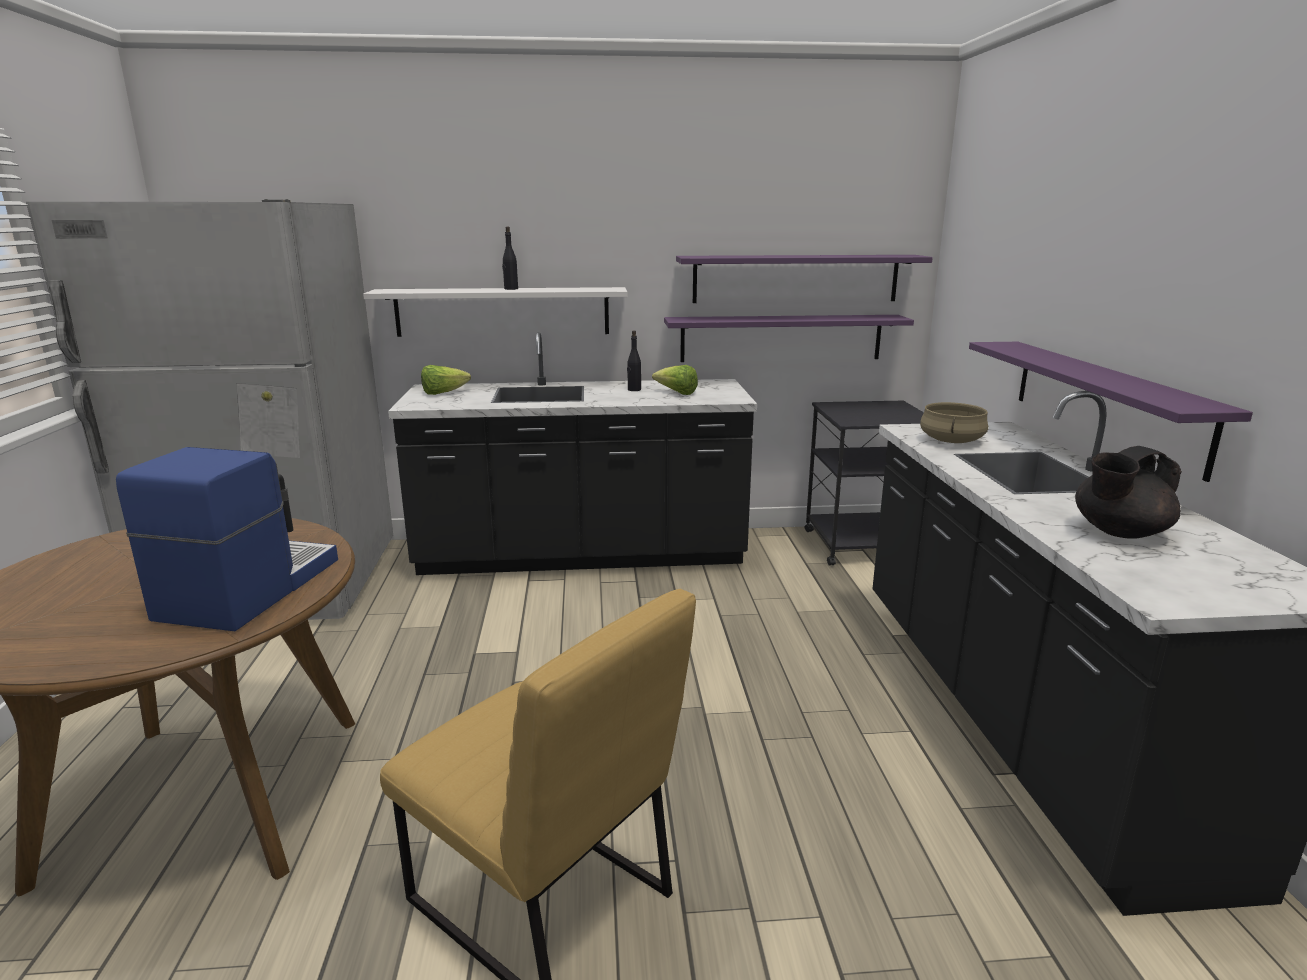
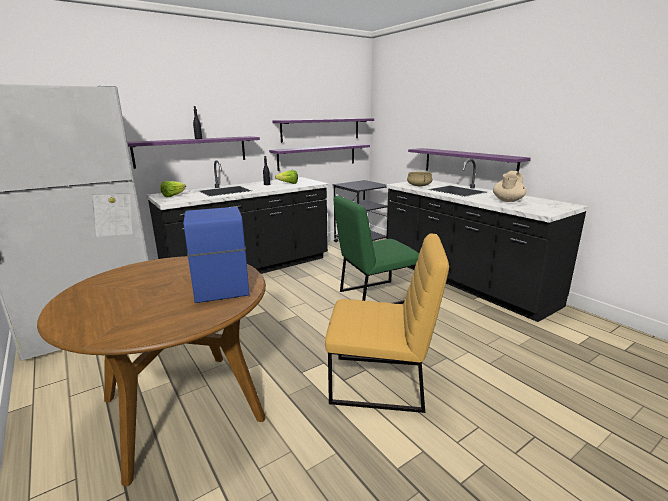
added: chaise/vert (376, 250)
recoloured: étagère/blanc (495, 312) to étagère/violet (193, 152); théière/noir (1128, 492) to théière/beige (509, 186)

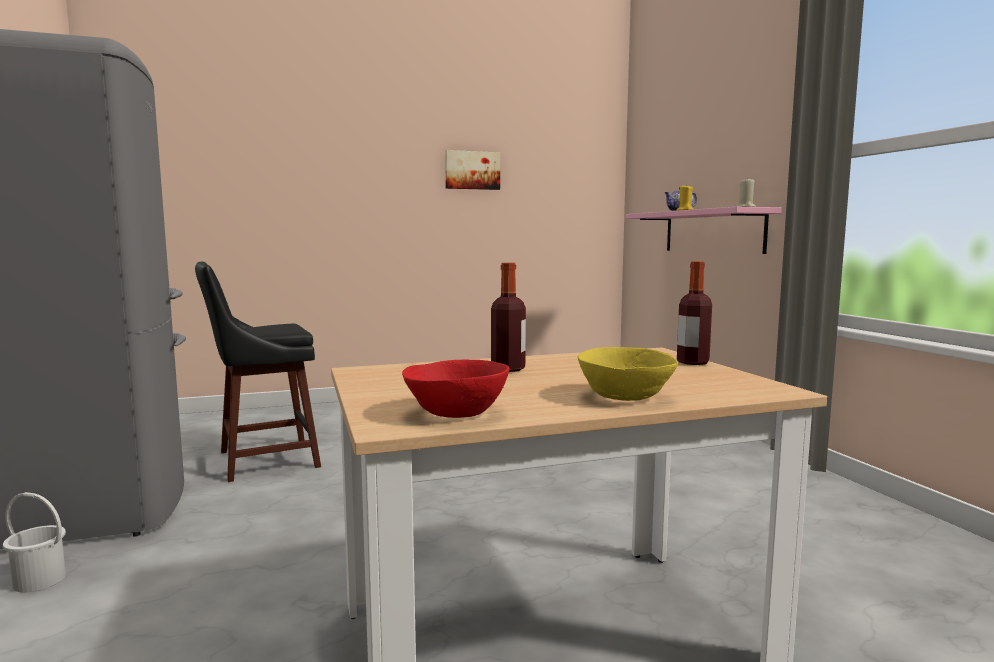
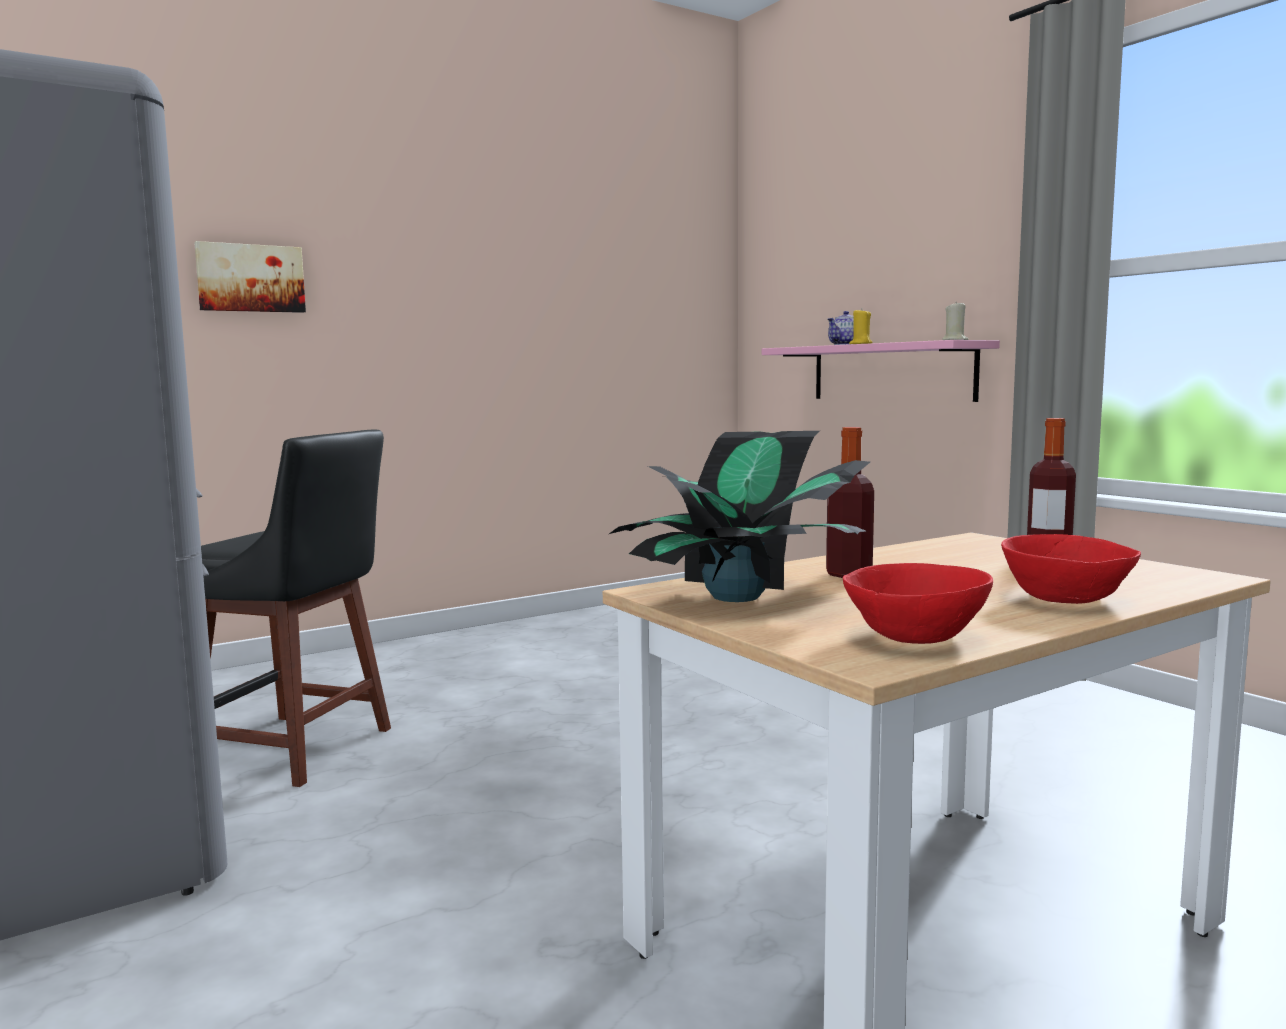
removed: seau/blanc (34, 542)
added: plante en pot (739, 516)
moved: tableau (472, 170) to (250, 277)
recoloured: bol/jaune (628, 374) to bol/rouge (1071, 569)
turned: chaise/noir (258, 372) = (296, 608) 120 degrees counterclockwise

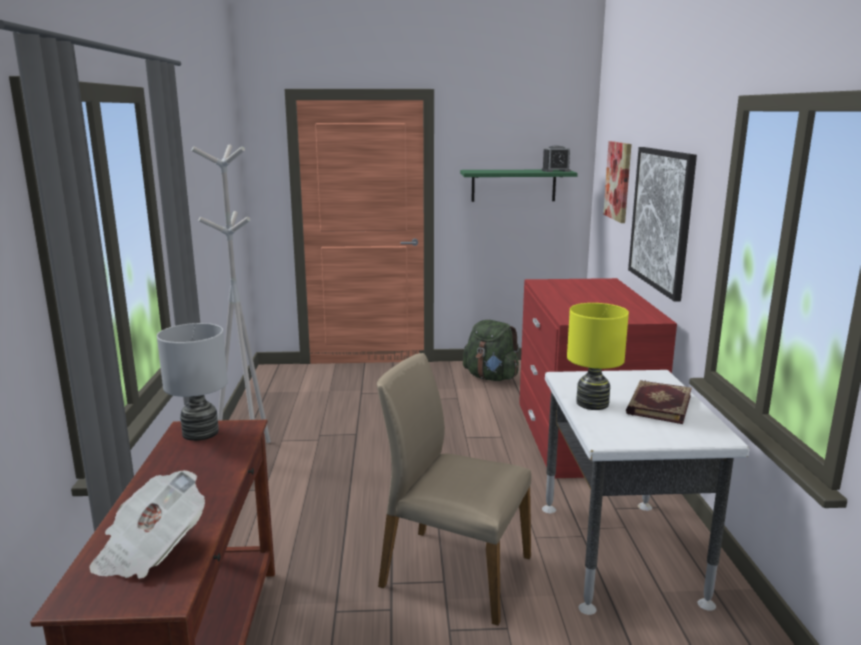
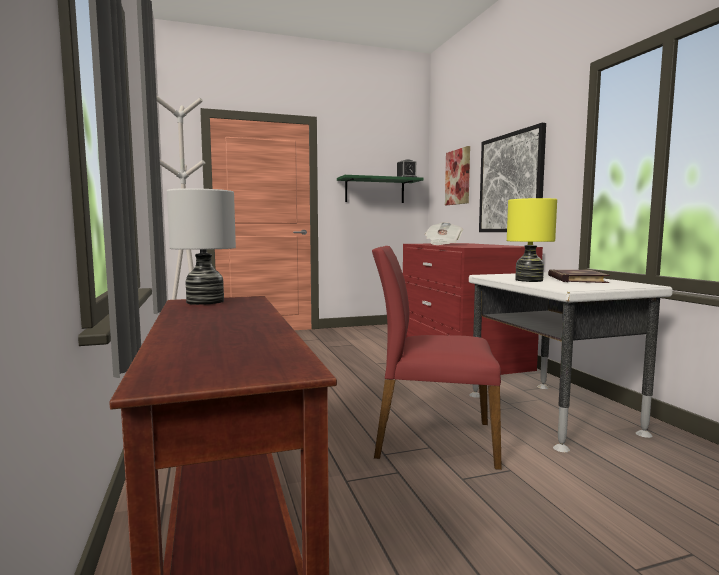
removed: sac à dos/vert (491, 350)
moved: journal (147, 524) to (444, 233)
recoloured: chaise/beige (454, 489) to chaise/rouge (437, 358)

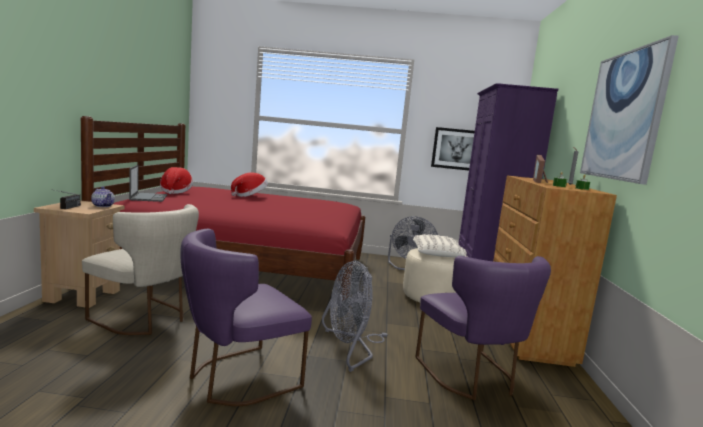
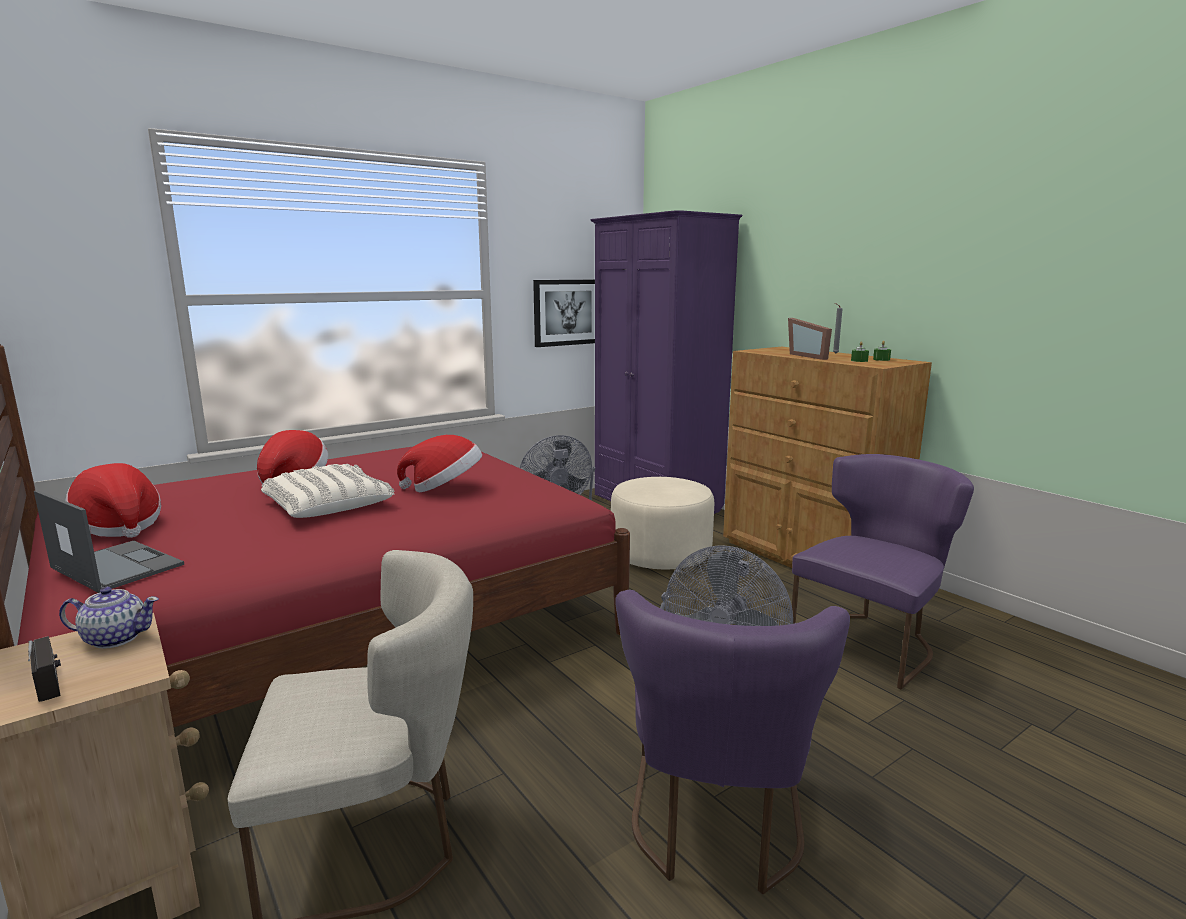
removed: tableau (629, 110)
added: chapeau (439, 463)
moved: coussin/beige (440, 245) to (328, 491)
turned: chaise/violet (483, 328) = (883, 571) 75 degrees counterclockwise

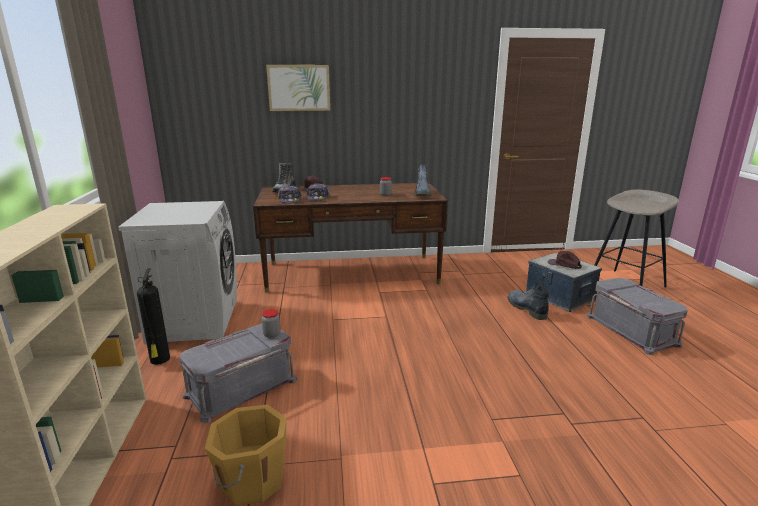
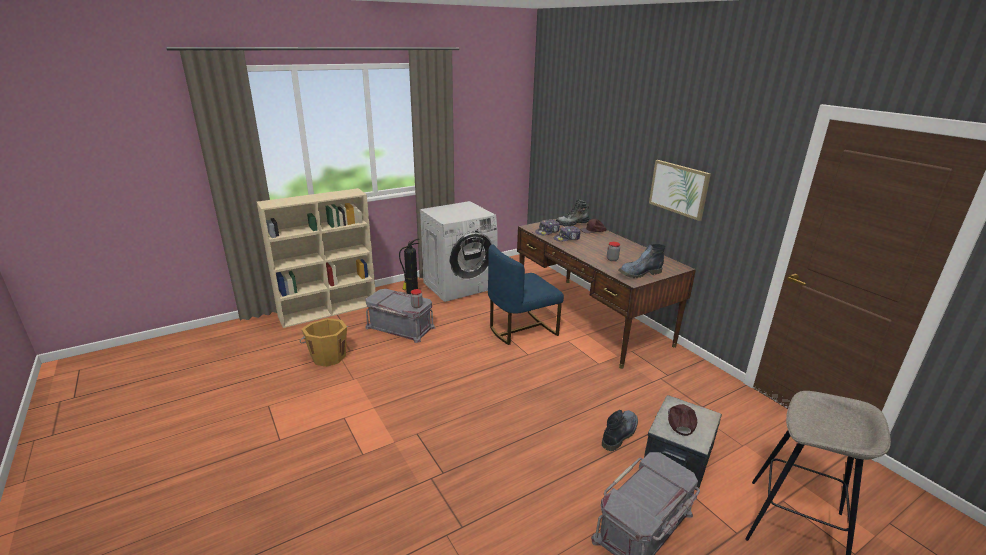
added: chaise/bleu (526, 295)
moved: tableau (298, 88) to (680, 190)

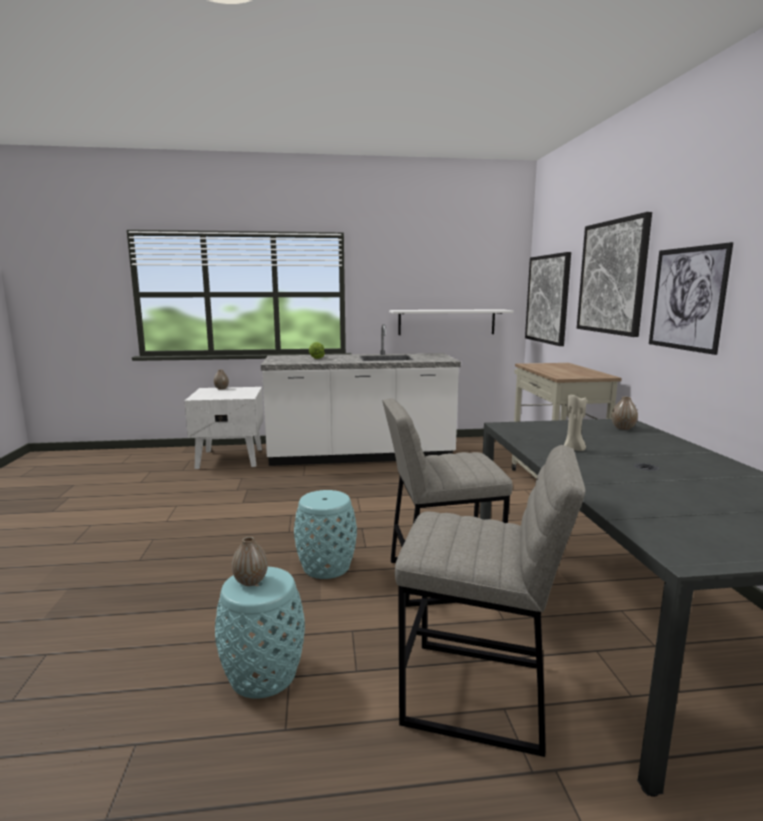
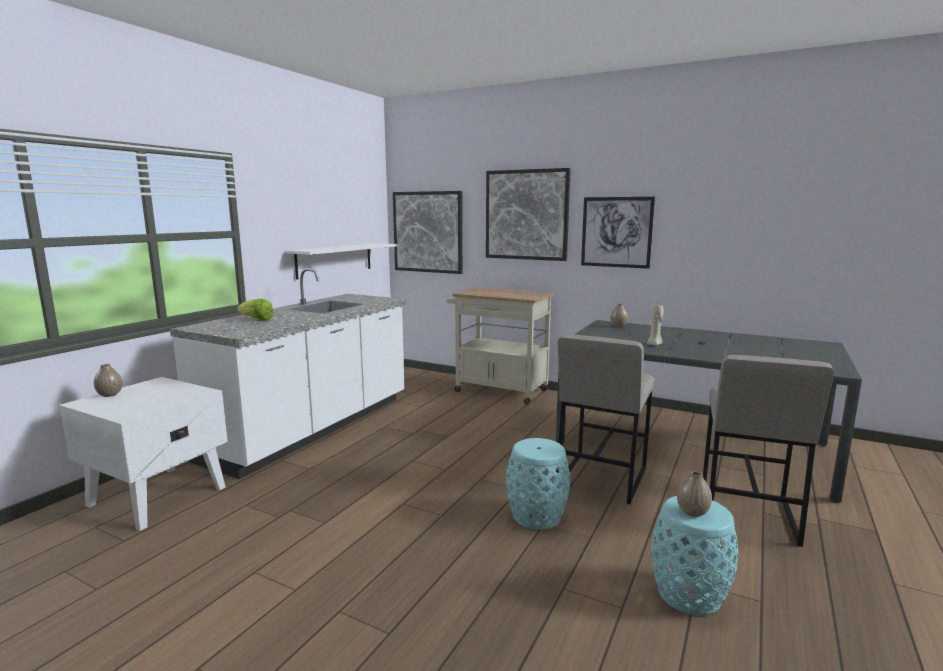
turned: chaise/gris (490, 601) = (768, 451) 150 degrees clockwise

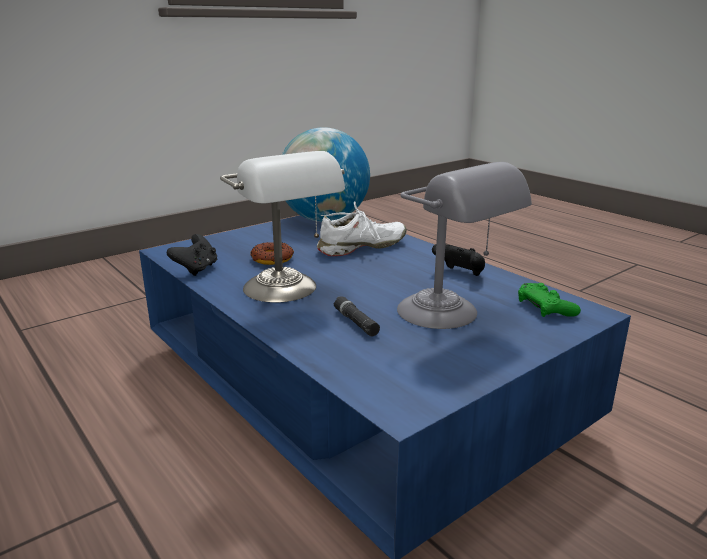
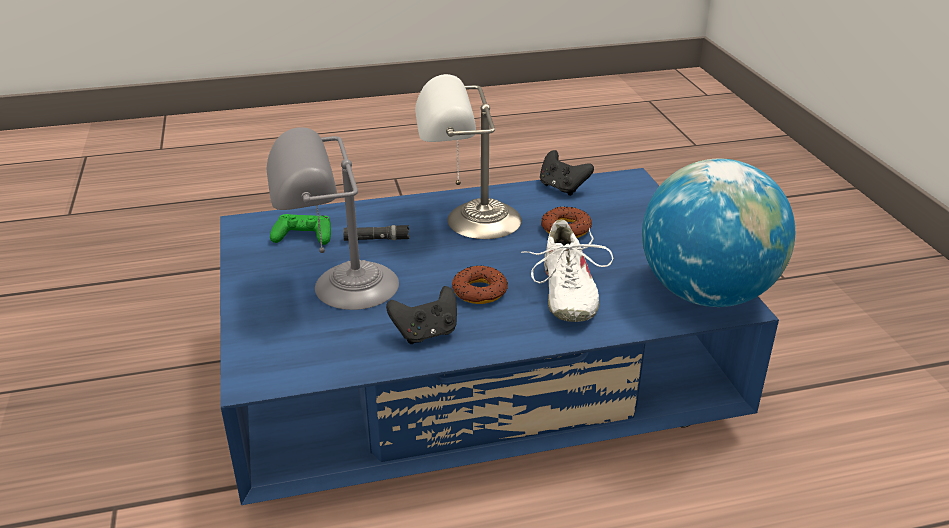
added: beignet (480, 285)
moved: manette/vert (549, 300) to (300, 229)

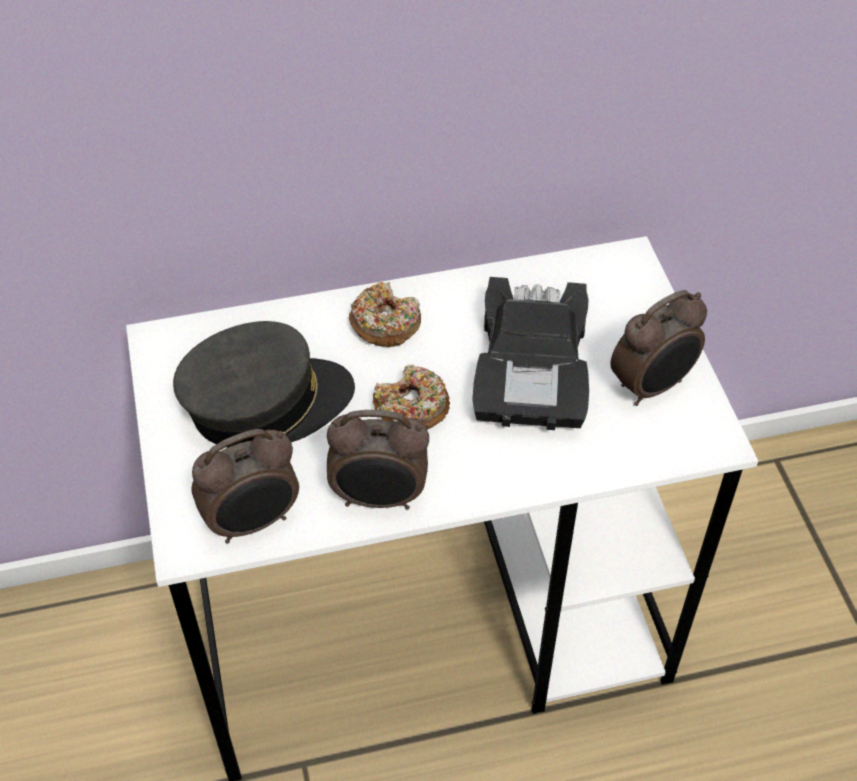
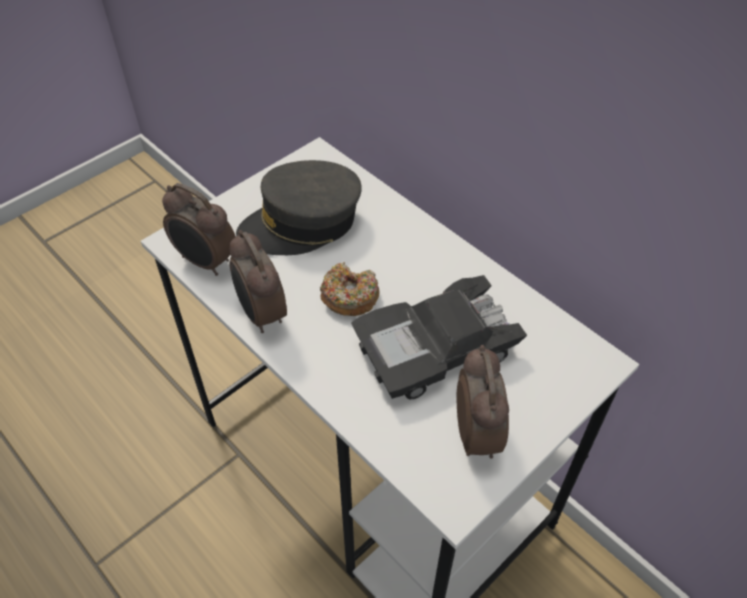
removed: beignet (385, 314)
turned: réveil (659, 348) = (483, 402) 120 degrees counterclockwise; casquette/gris (264, 384) = (299, 207) 120 degrees clockwise

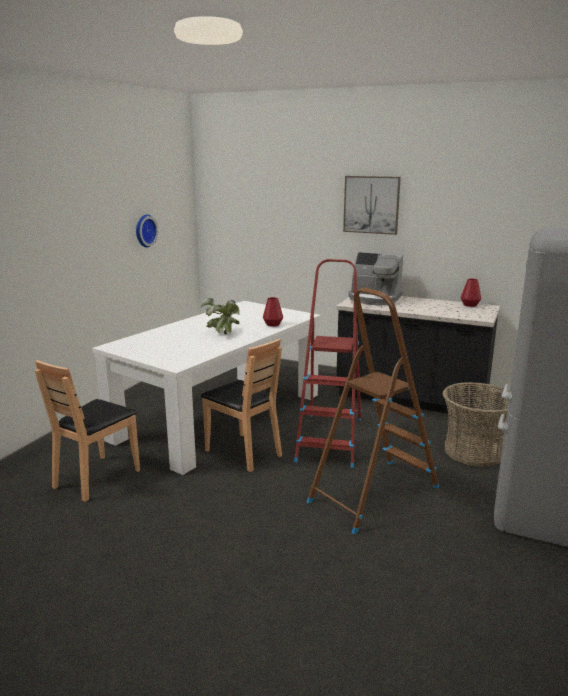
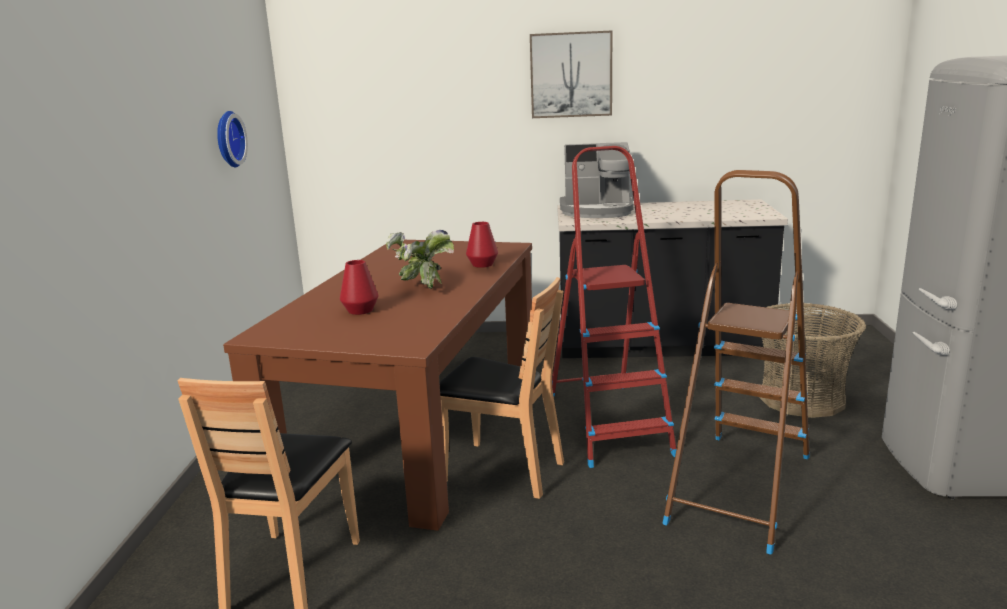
moved: vase/rouge (471, 293) to (359, 287)
recoloured: table à manger/blanc (206, 388) to table à manger/marron (377, 385)

